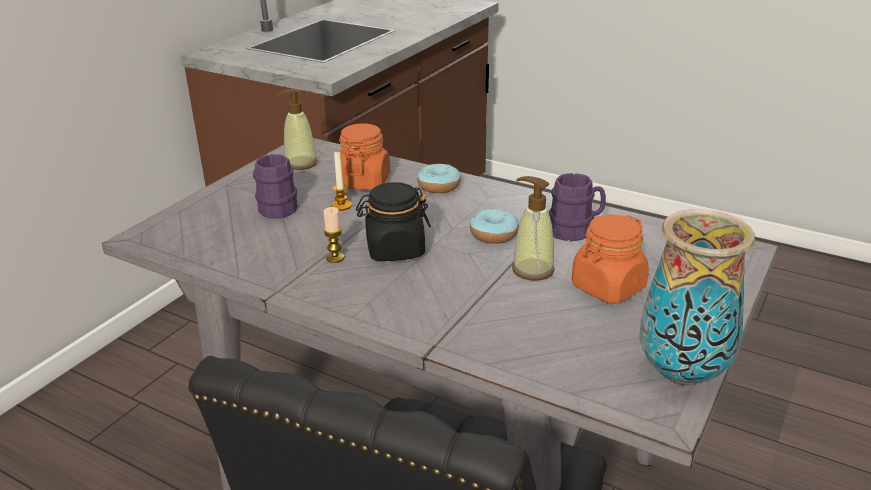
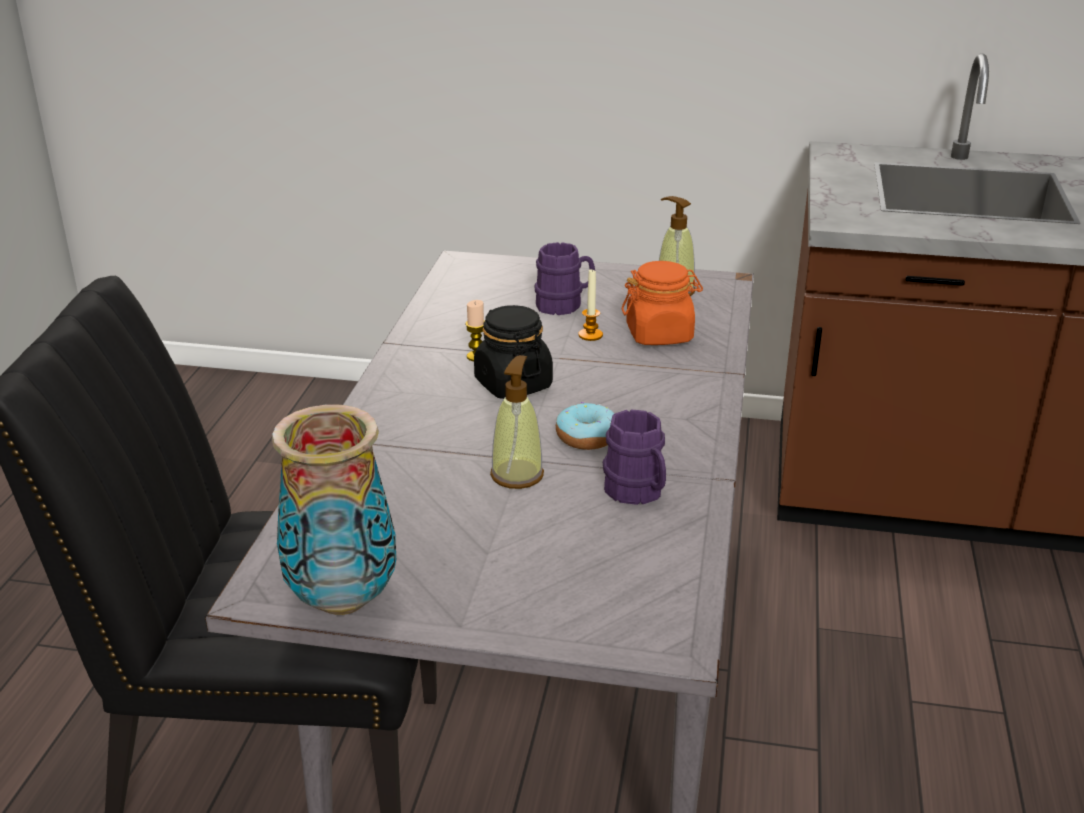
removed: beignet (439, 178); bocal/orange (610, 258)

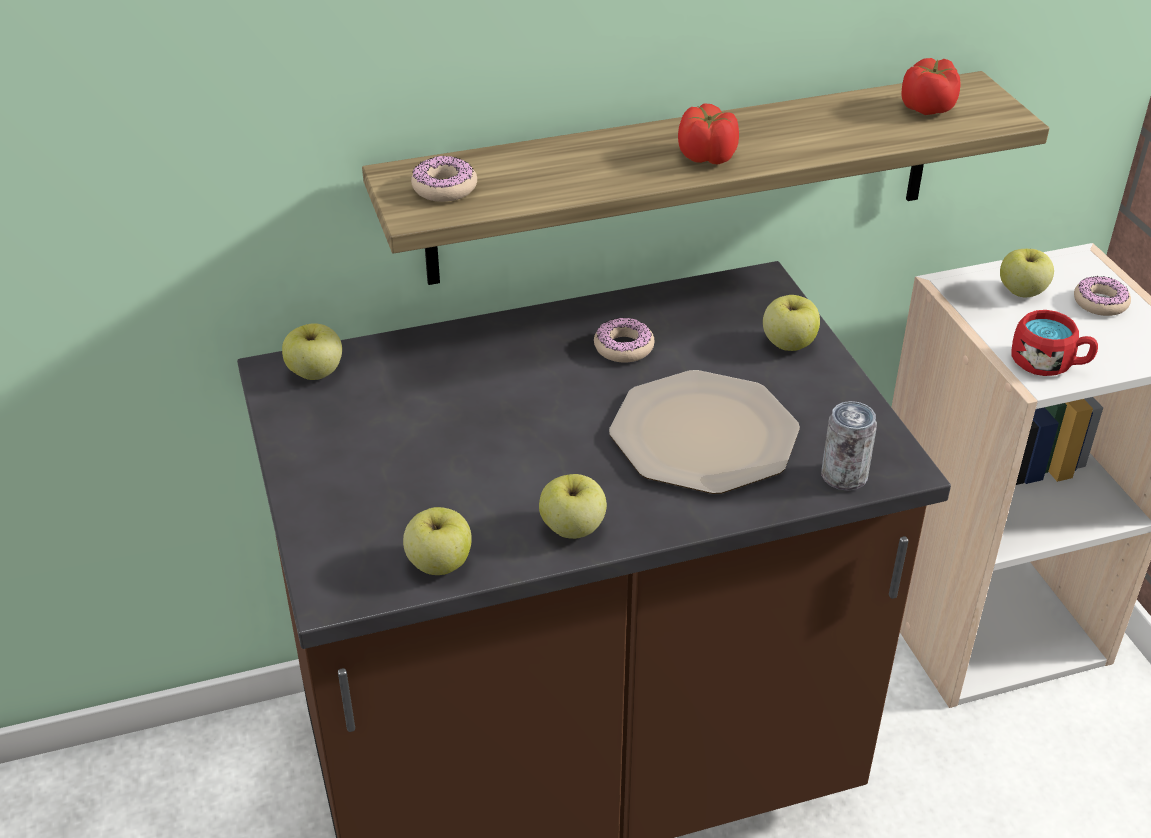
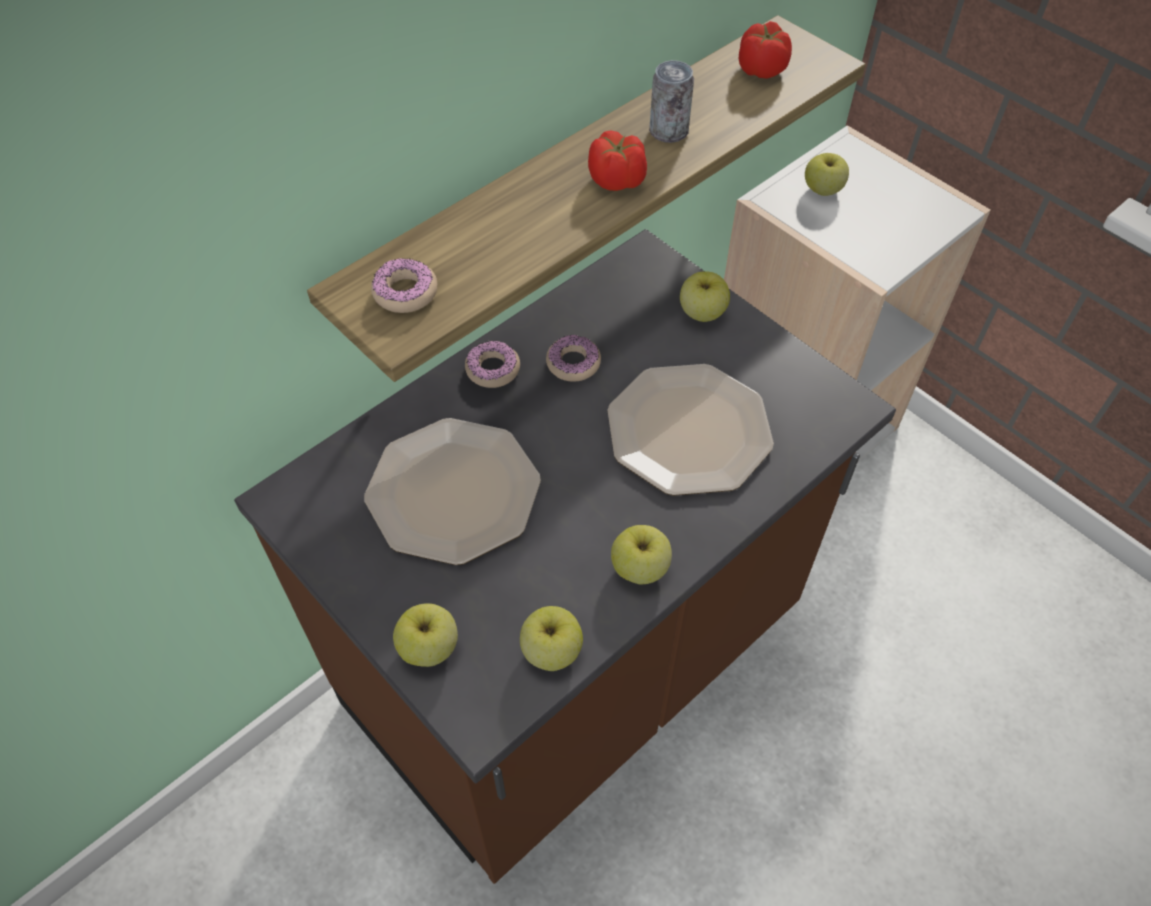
removed: mug/rouge (1054, 343)
added: assiette (452, 491)
moved: beignet (1102, 296) to (492, 364); pomme (312, 351) to (425, 635); boîte métallique (849, 446) to (671, 101)

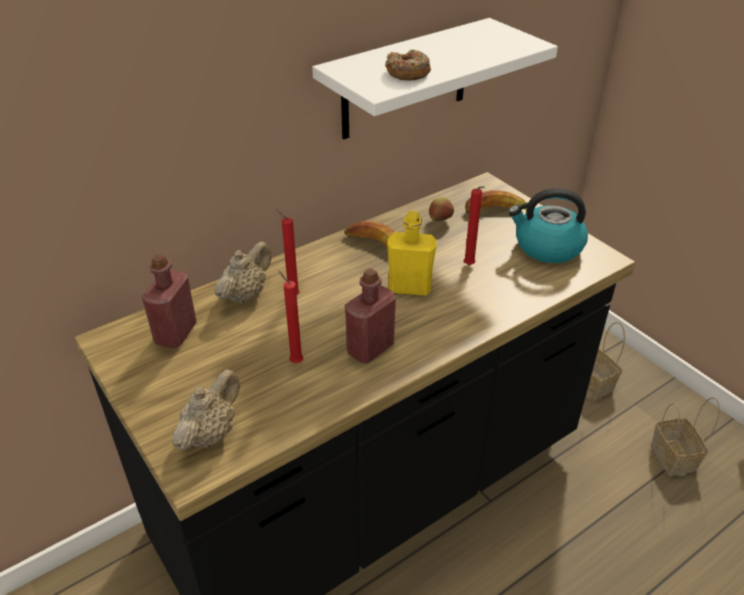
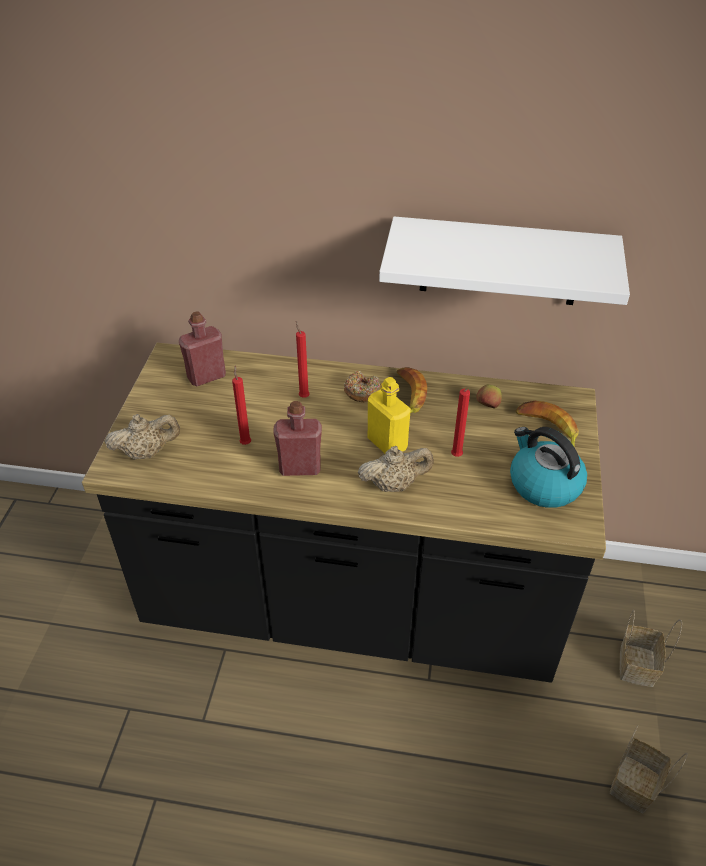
moved: beignet (408, 64) to (362, 386); théière/beige (243, 272) to (395, 469)

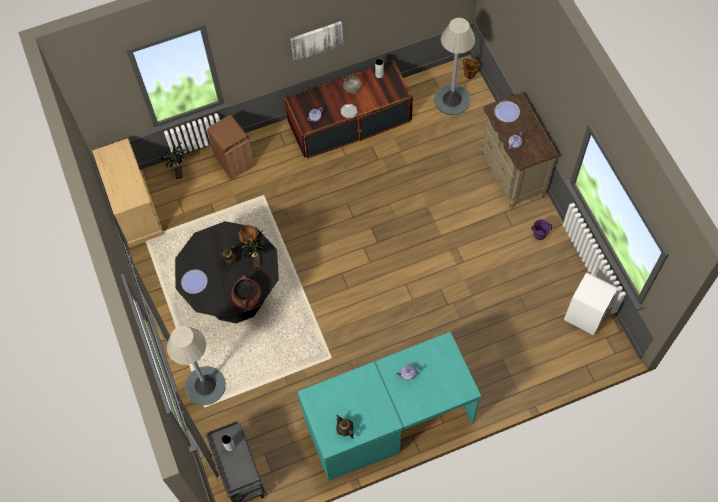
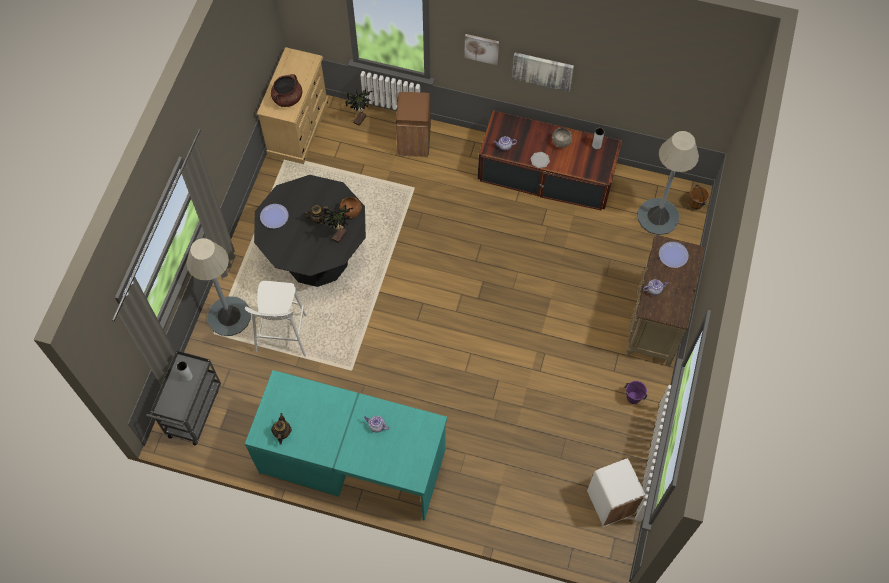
added: tableau (481, 49); tabouret/blanc (276, 319)
moved: marmite/marron (246, 292) to (286, 90)

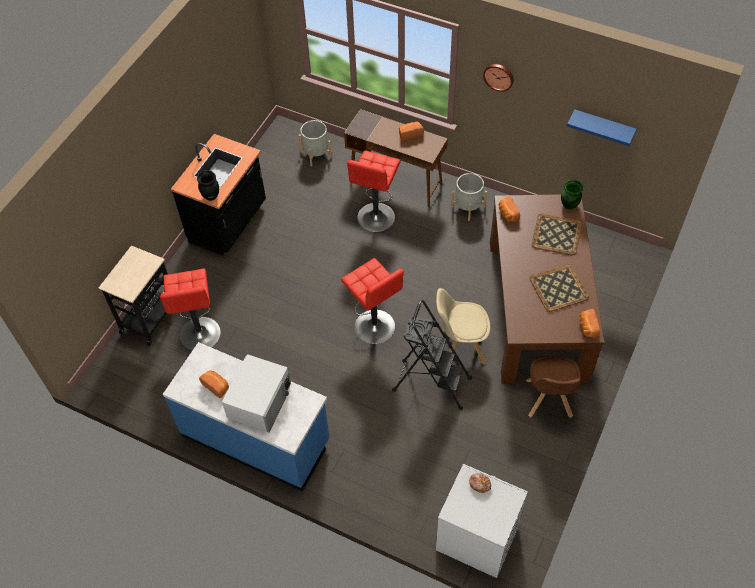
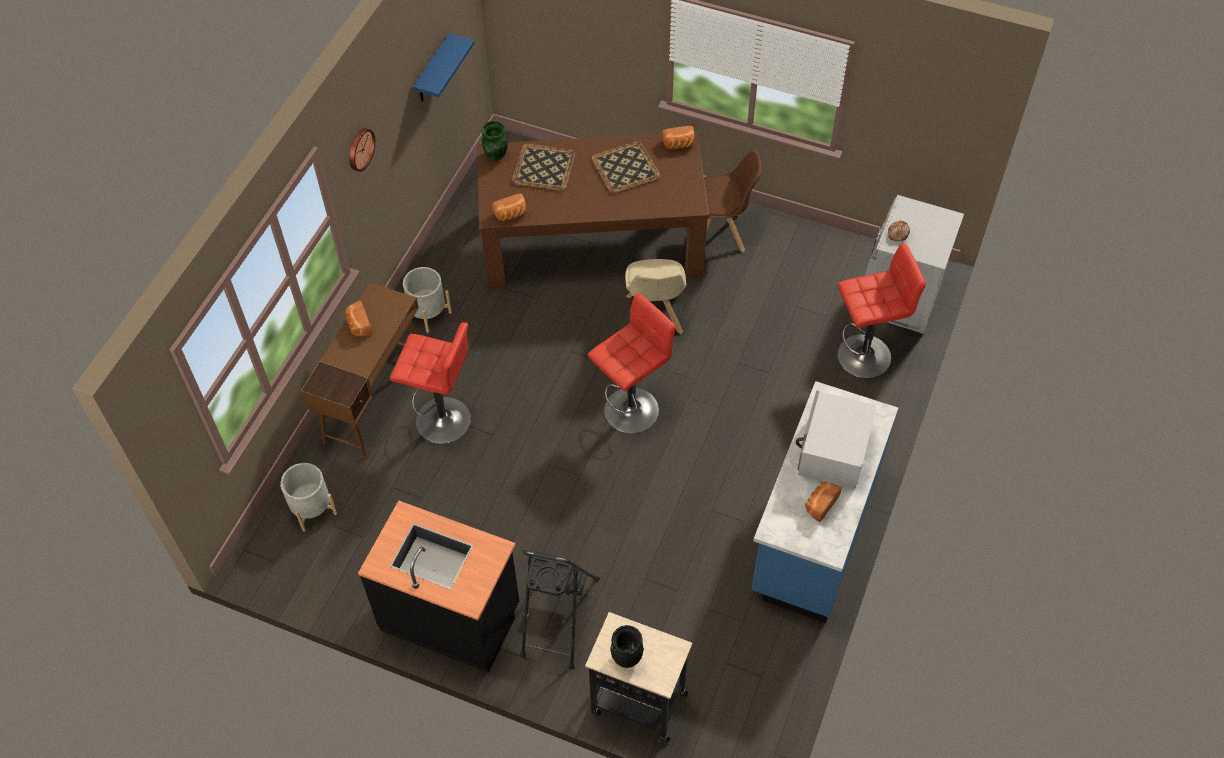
moved: vase/noir (208, 185) to (627, 646); tabouret/rouge (190, 310) to (882, 310); escabeau (432, 355) to (560, 609)
turned: micro-ondes/blanc (256, 393) = (836, 440) 90 degrees counterclockwise

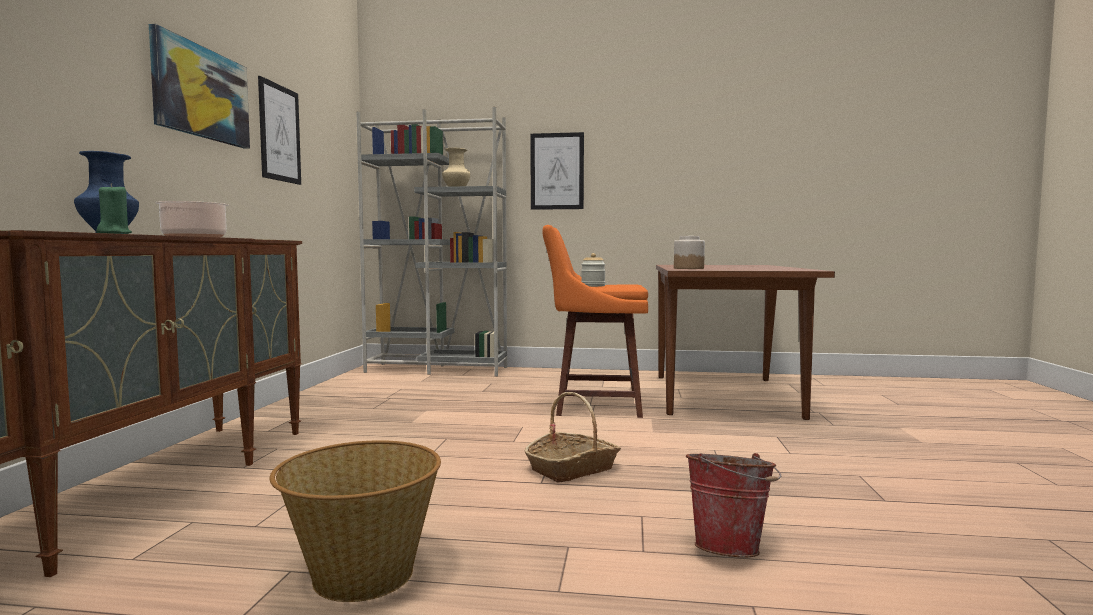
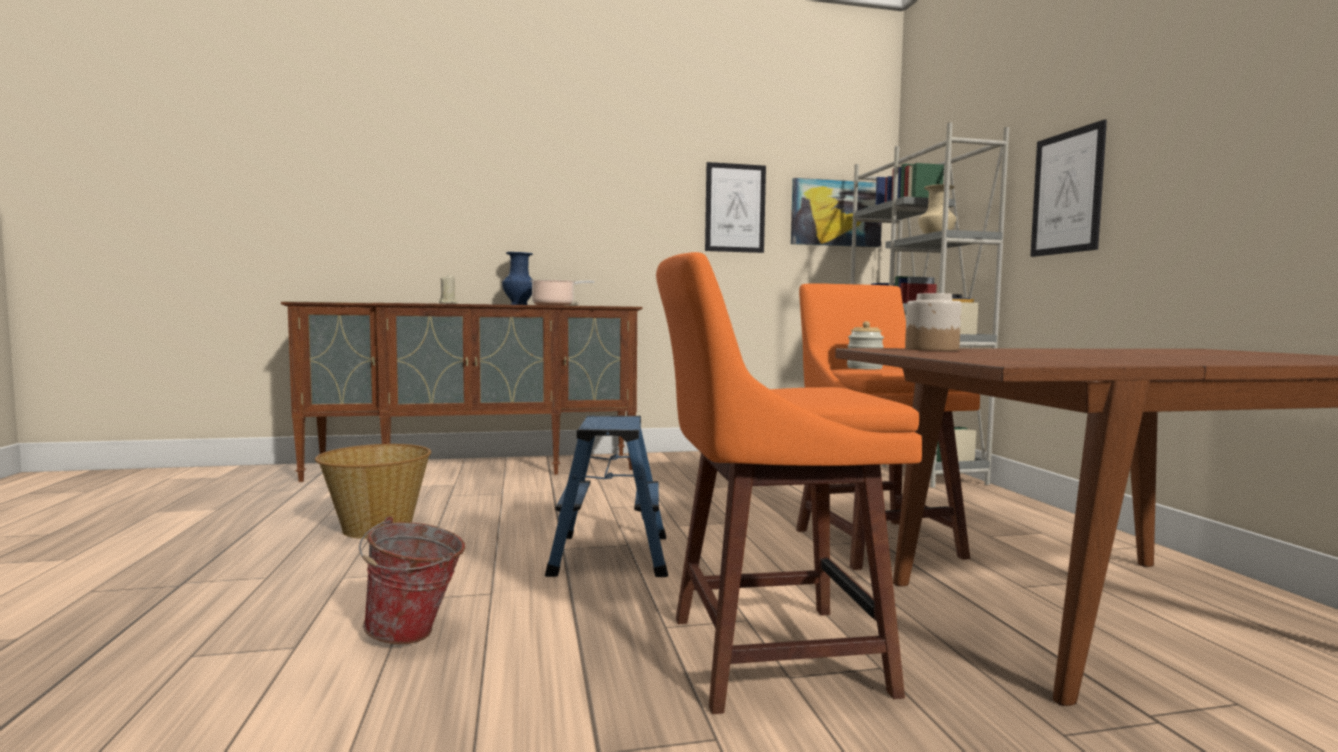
added: tabouret/orange (789, 483)
moved: tableau (199, 86) to (836, 212)
replaced: panier (573, 437) to escabeau/bleu (606, 496)
recoloured: bougie/vert (114, 208) to bougie/beige (448, 289)

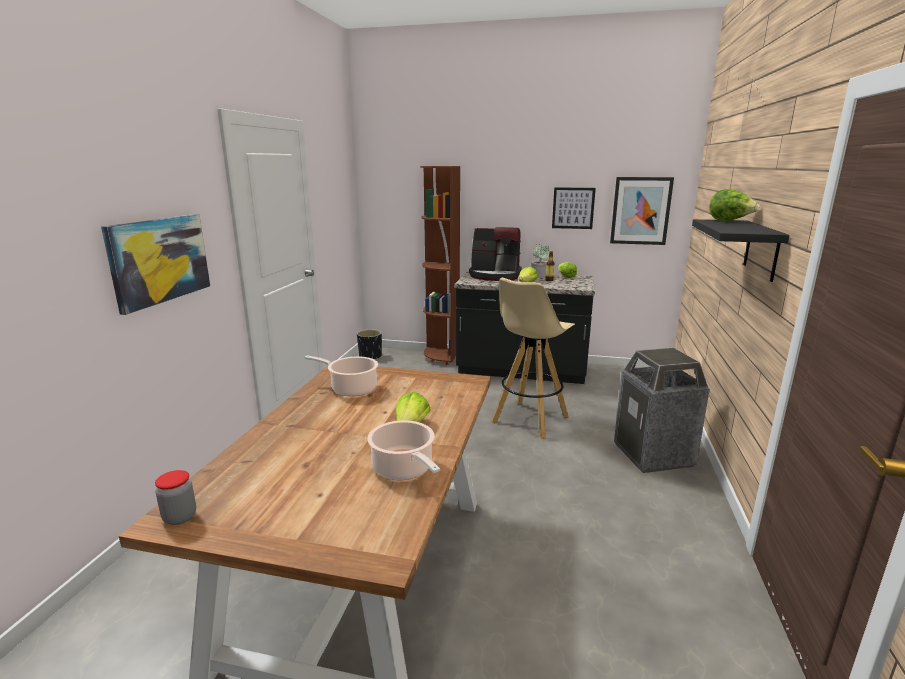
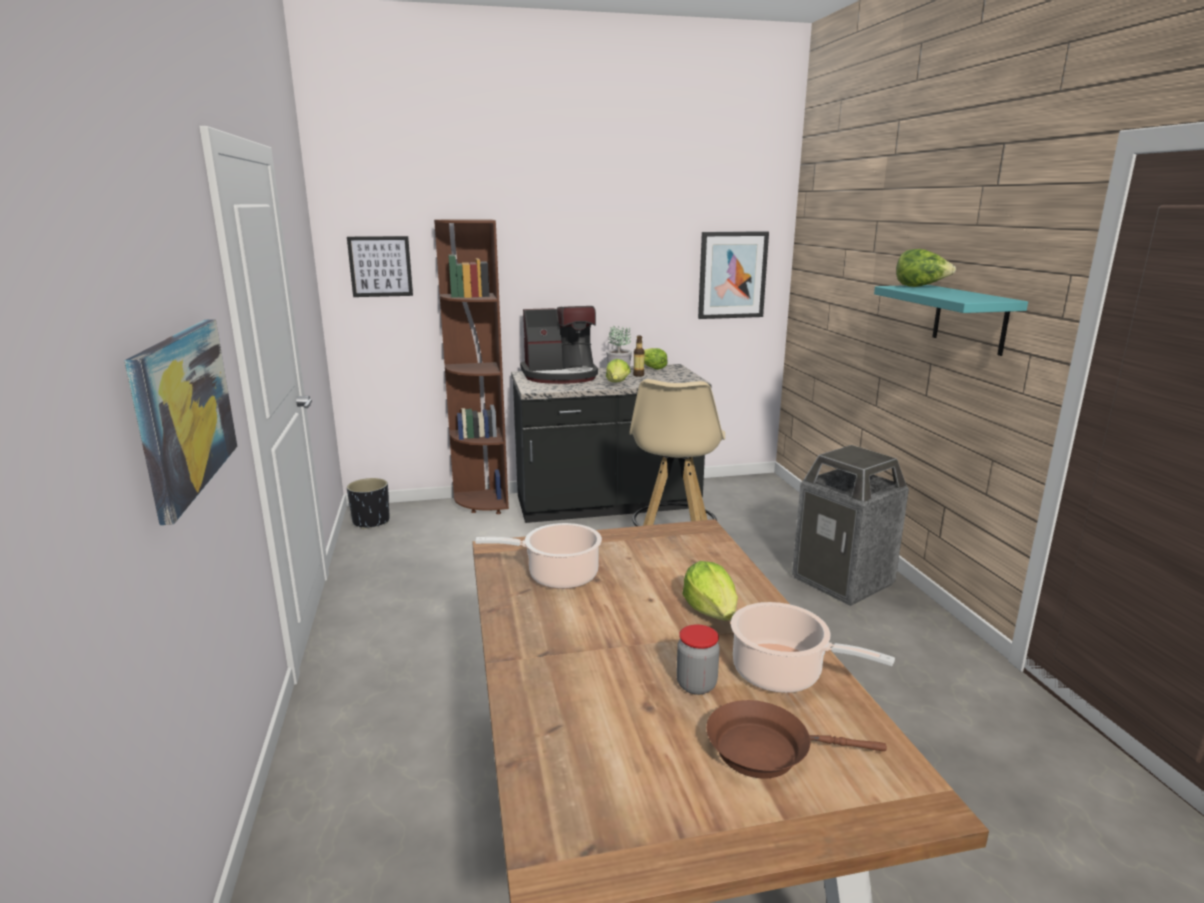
added: poêle/marron (796, 739)
moved: tableau (574, 208) to (380, 266); bocal (175, 497) to (698, 659)
recoloured: étagère/noir (741, 250) to étagère/turquoise (951, 320)

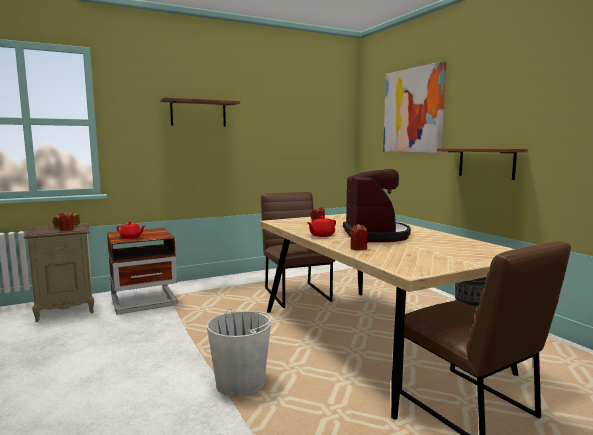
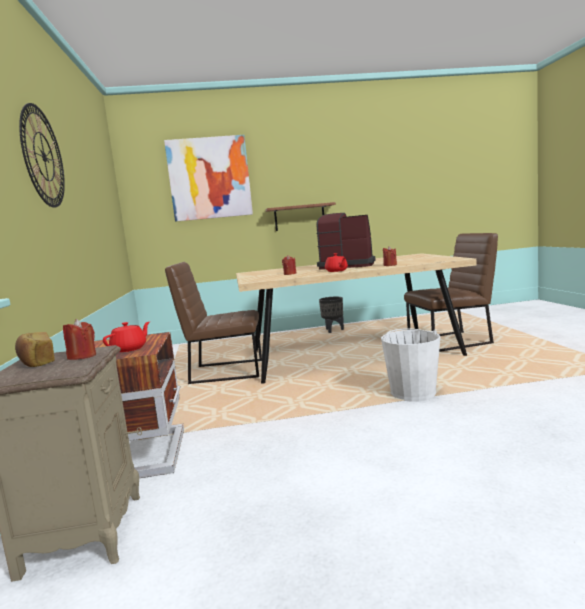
replaced: étagère/marron (200, 112) to horloge murale (42, 155)

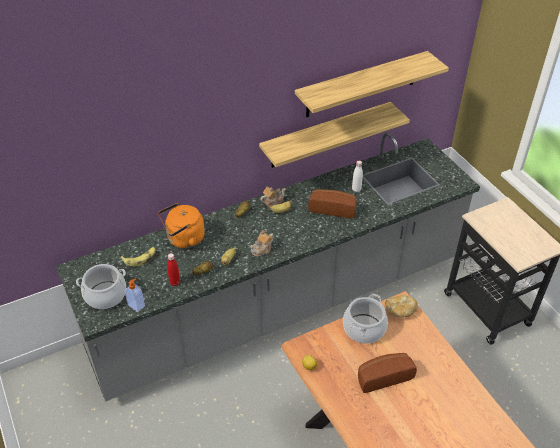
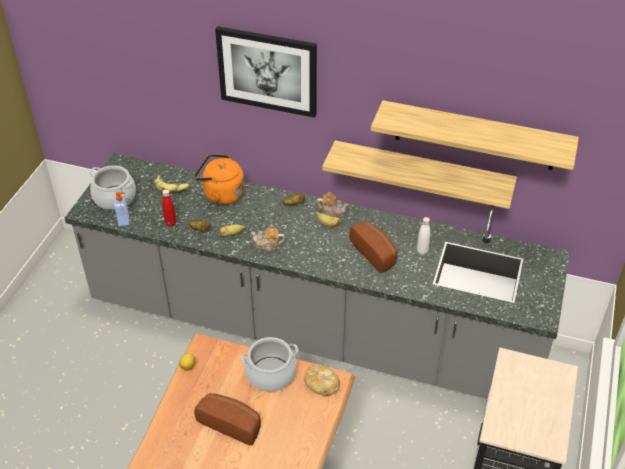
added: tableau (266, 72)

